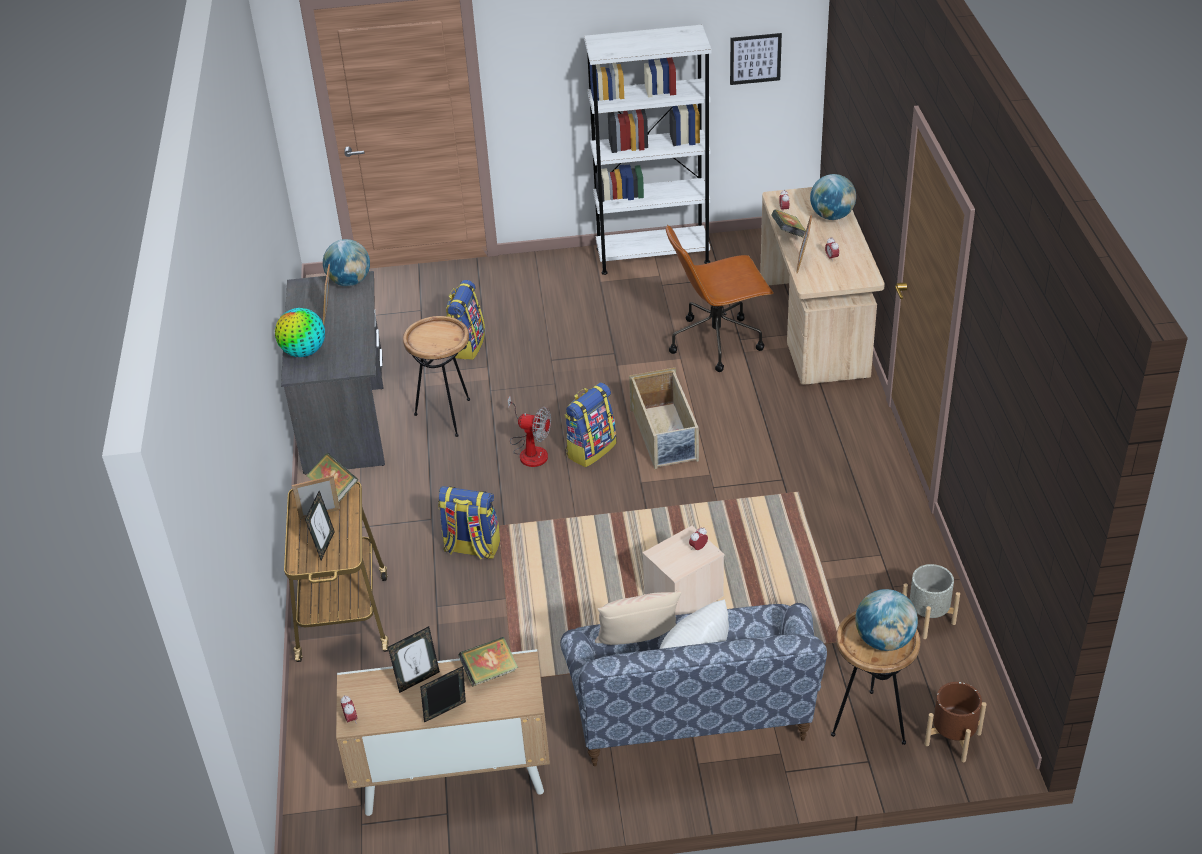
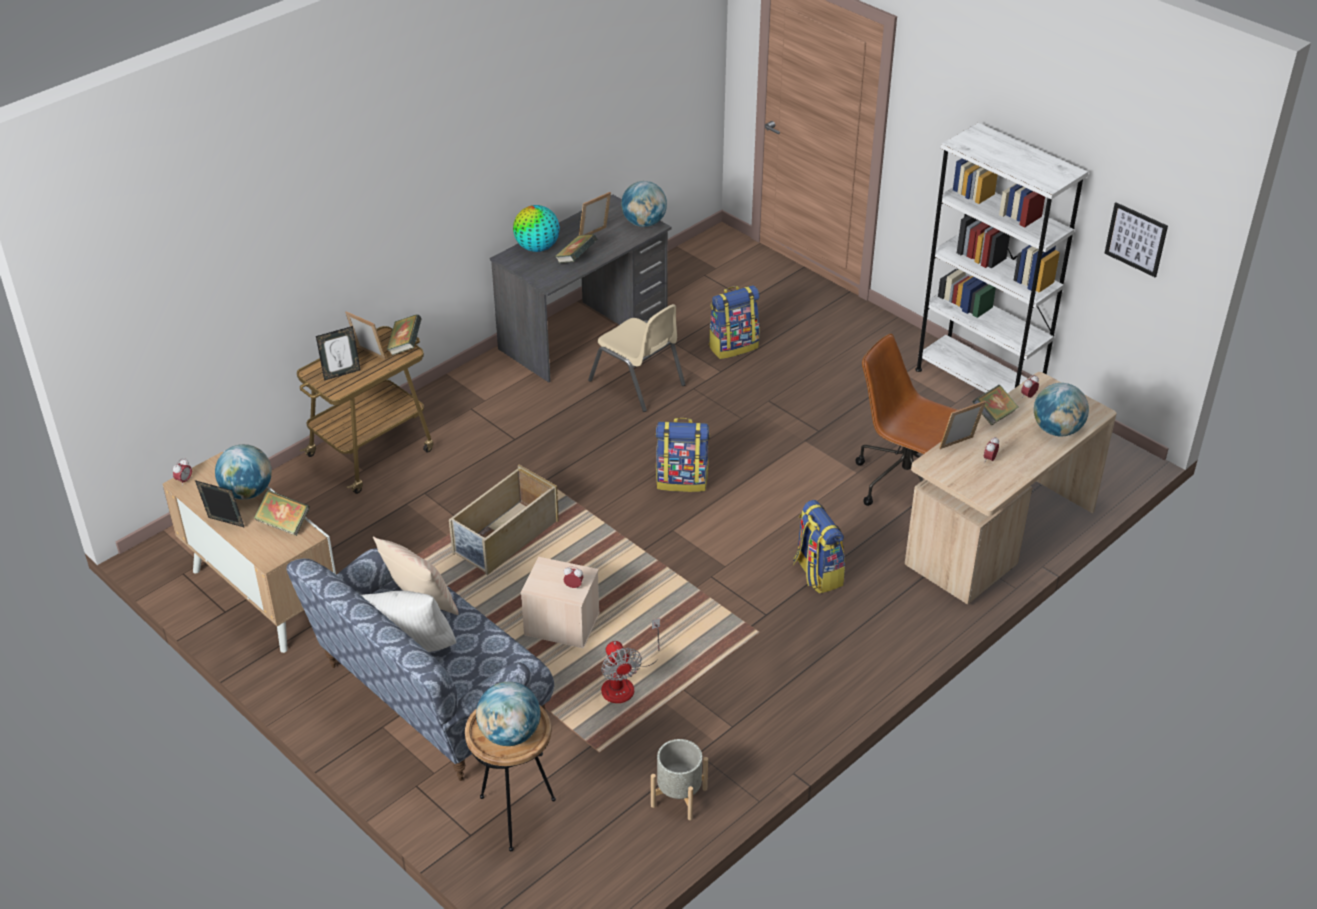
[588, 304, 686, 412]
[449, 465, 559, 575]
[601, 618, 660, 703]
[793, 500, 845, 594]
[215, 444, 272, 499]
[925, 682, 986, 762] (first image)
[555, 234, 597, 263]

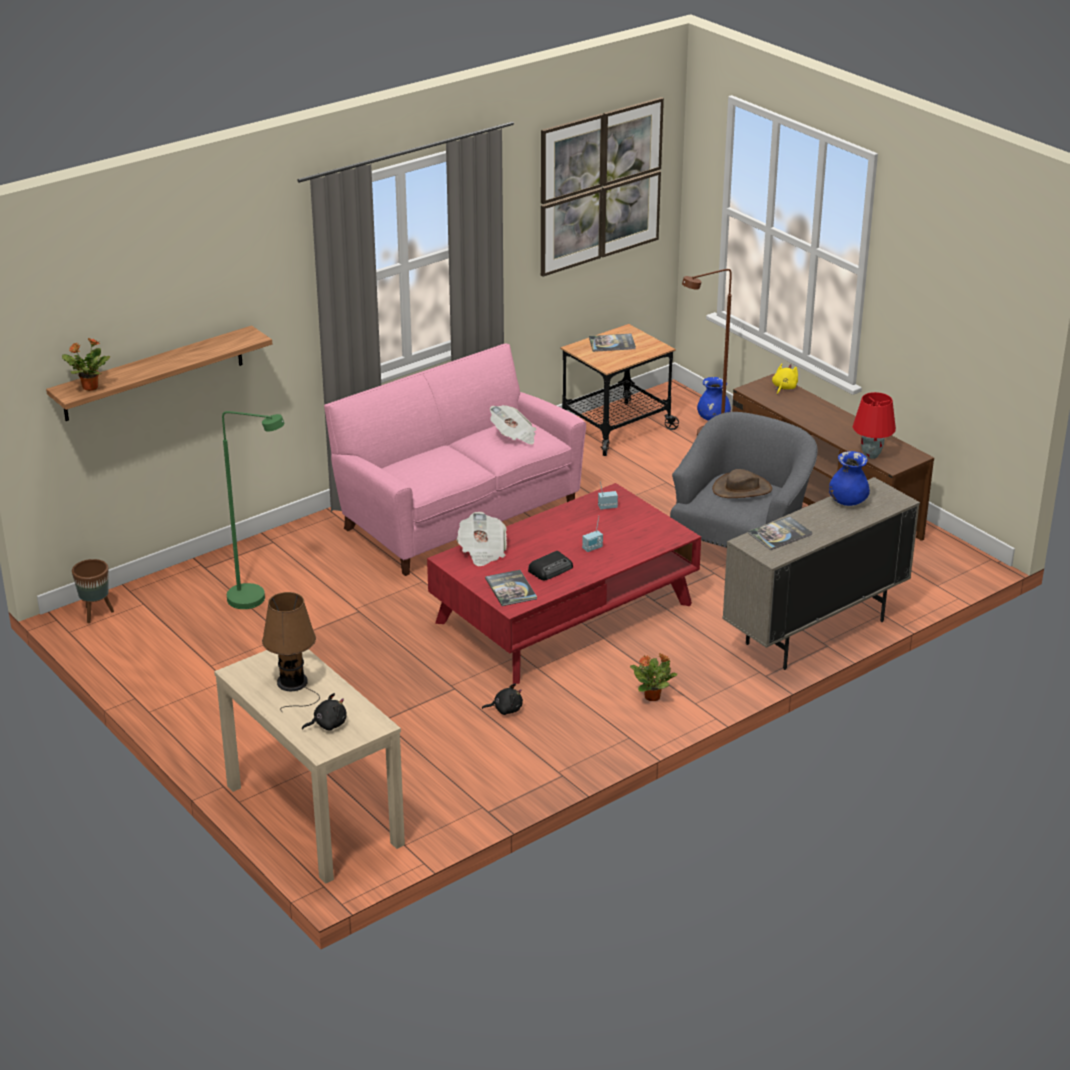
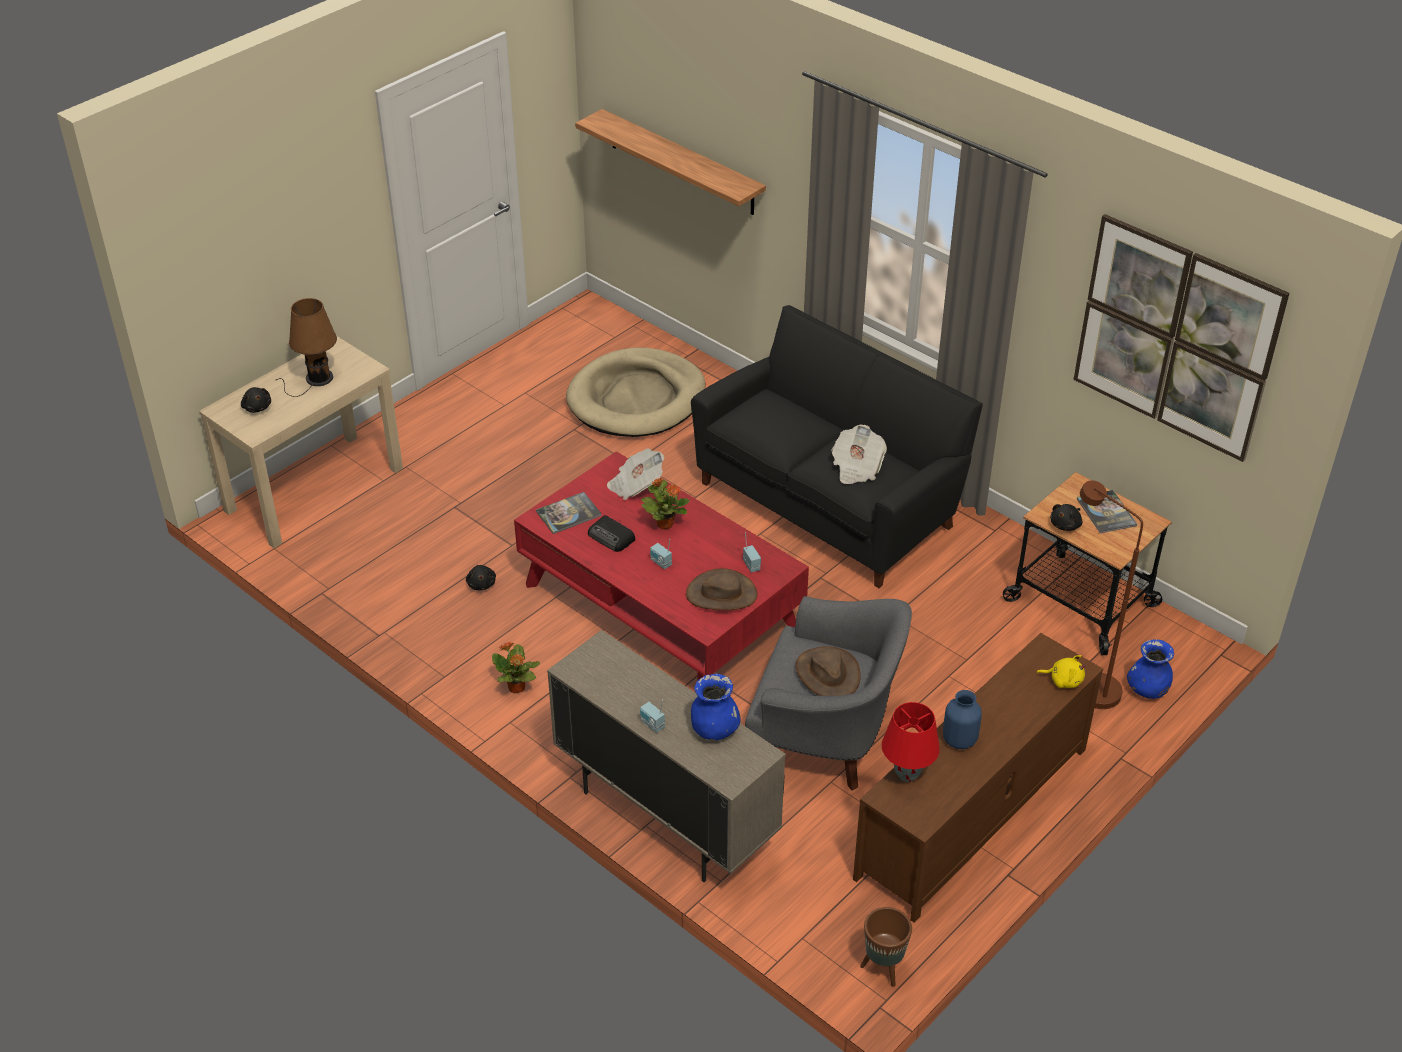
[641, 478, 689, 529]
[691, 305, 983, 588]
[566, 348, 705, 437]
[748, 516, 813, 550] (first image)
[860, 907, 912, 987]
[1050, 504, 1083, 531]
[686, 568, 758, 610]
[943, 690, 982, 749]
[640, 699, 665, 733]

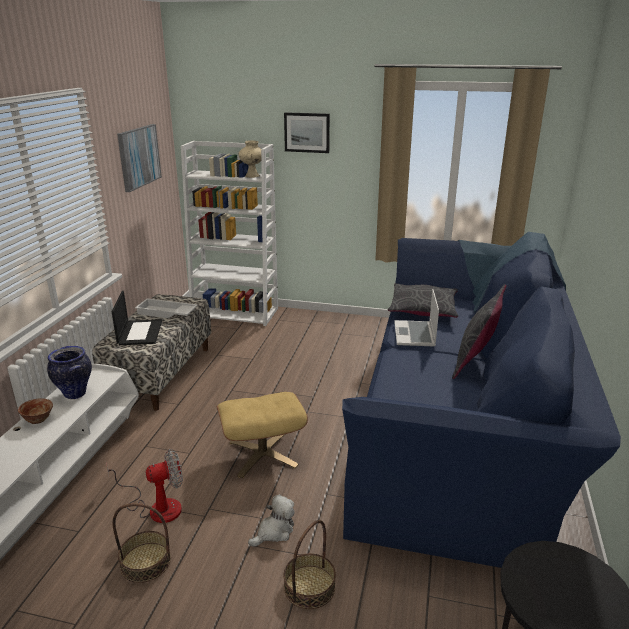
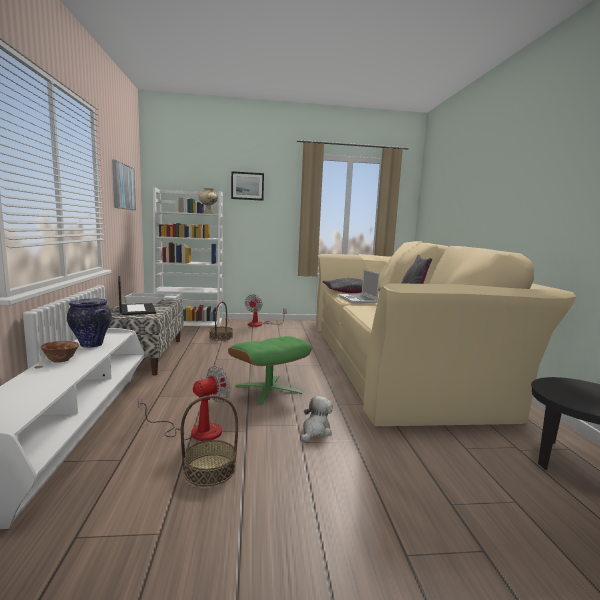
[316, 241, 576, 426]
[228, 336, 312, 404]
[209, 302, 233, 341]
[245, 294, 287, 327]

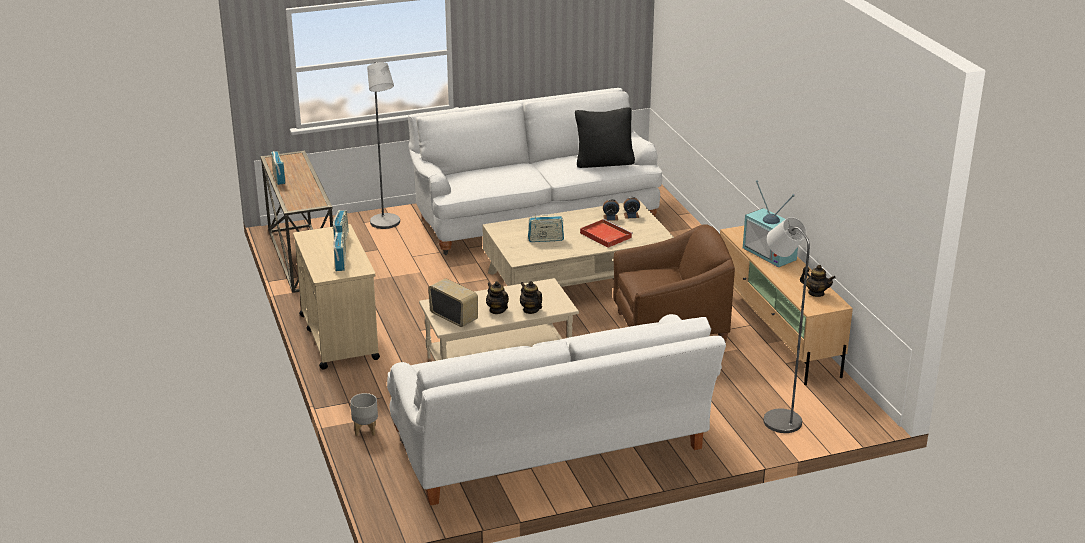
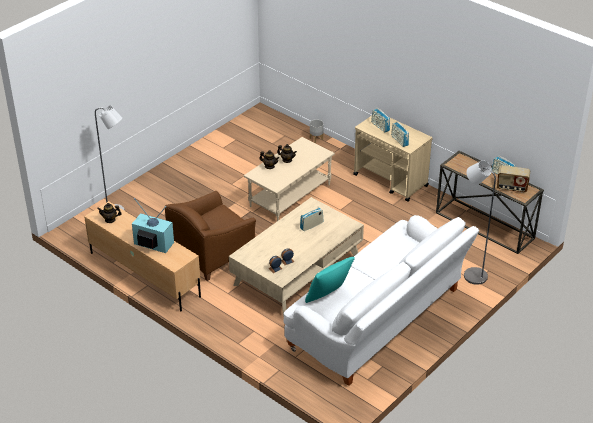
[305, 257, 355, 303]
[580, 219, 633, 248] (first image)
[497, 165, 530, 192]
[387, 314, 726, 506] (first image)

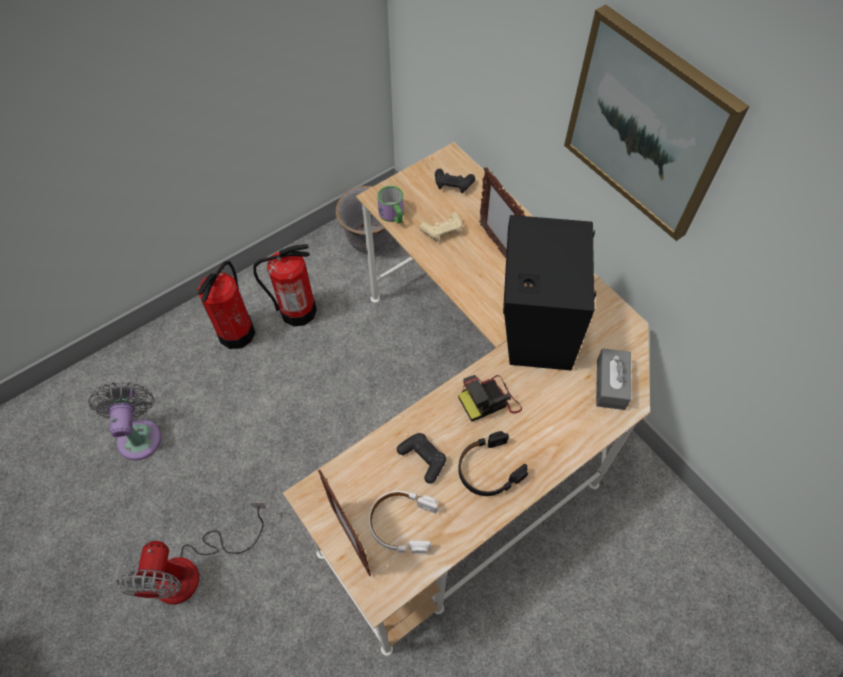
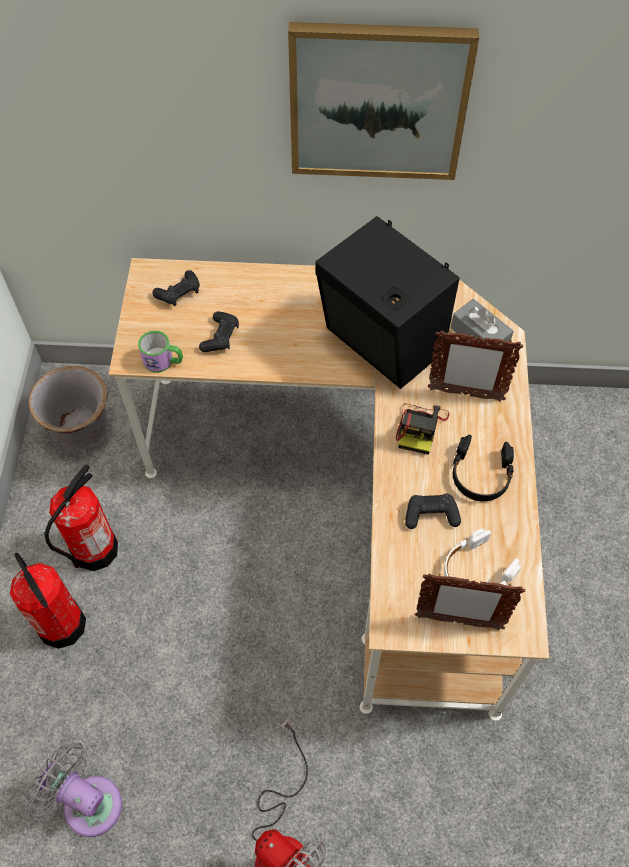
[428, 330, 523, 402]
[199, 311, 239, 352]

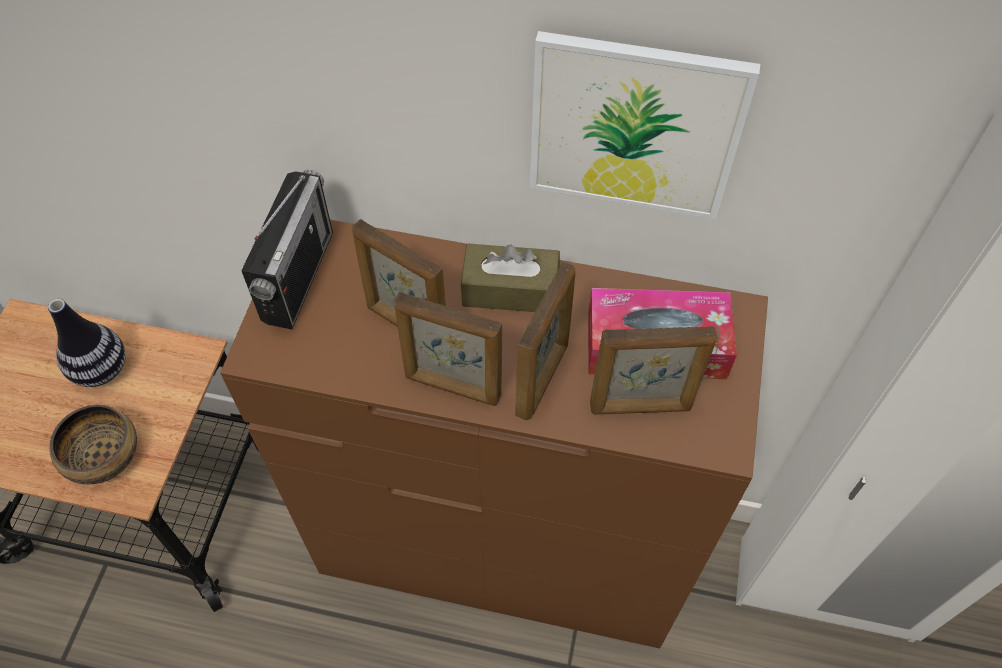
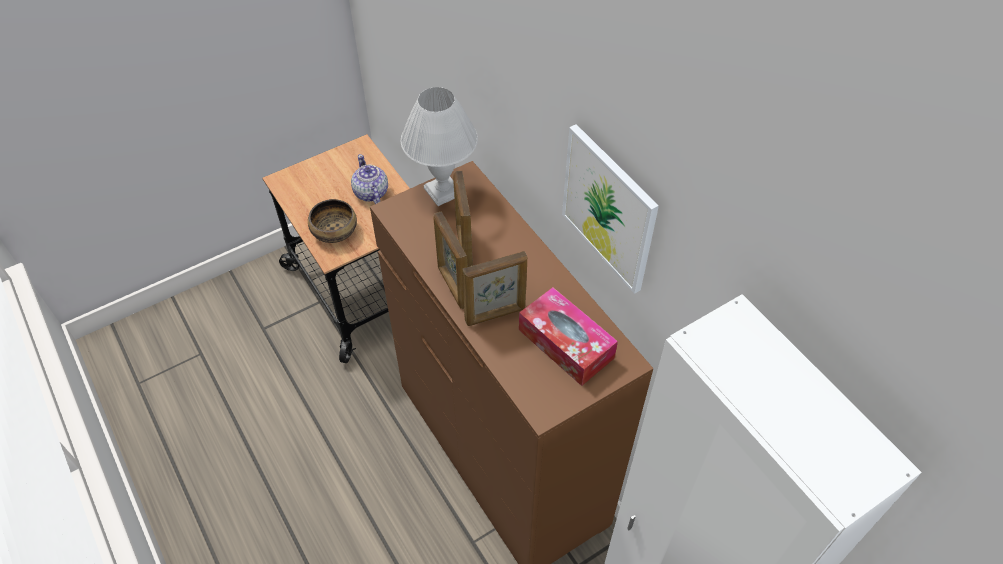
[401, 87, 478, 206]
[461, 244, 560, 312] (first image)
[351, 154, 388, 204]
[590, 326, 717, 414] (first image)

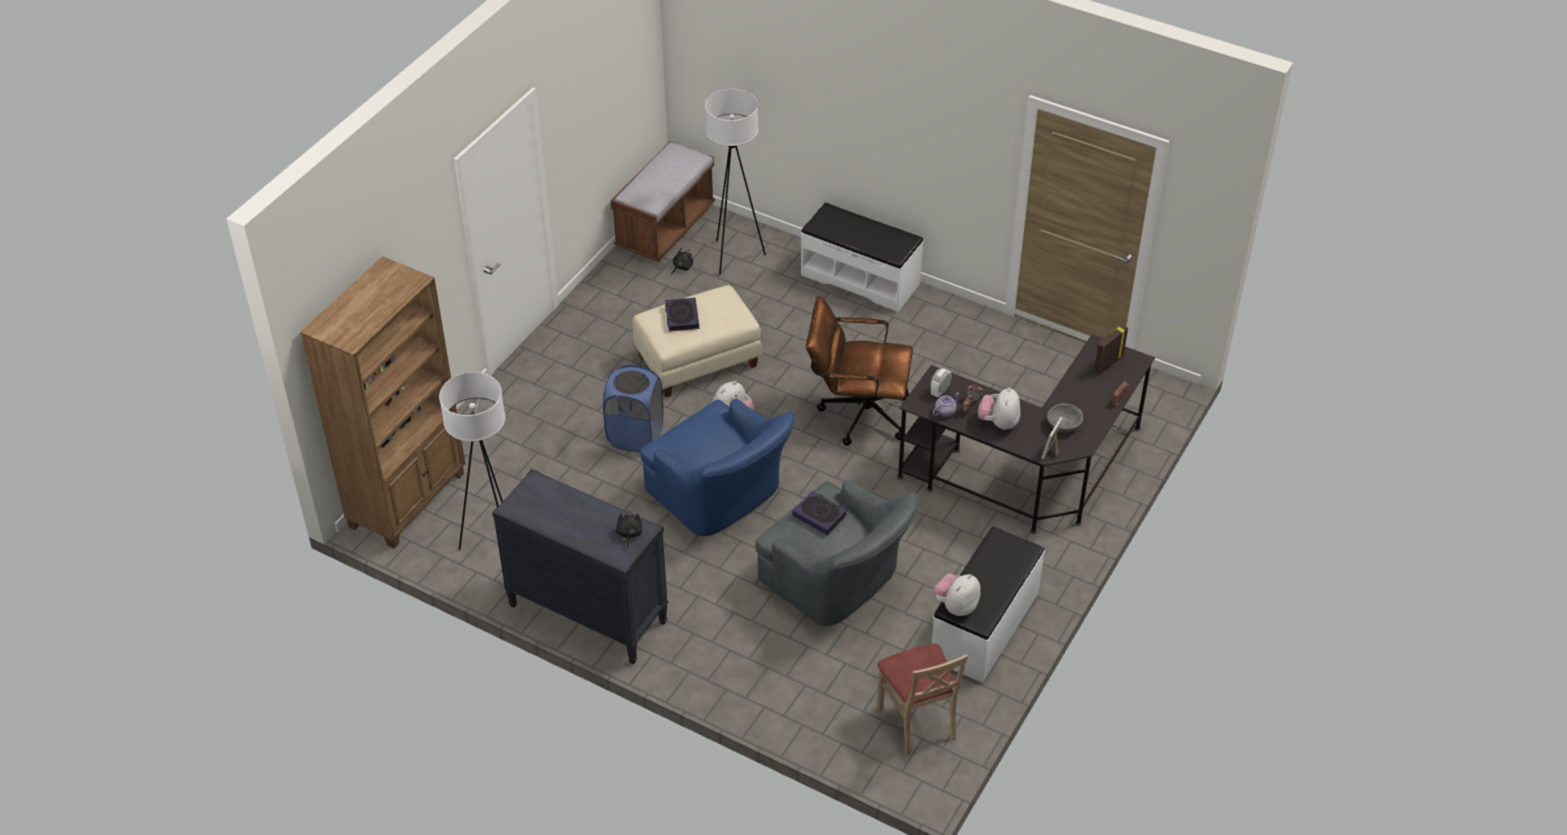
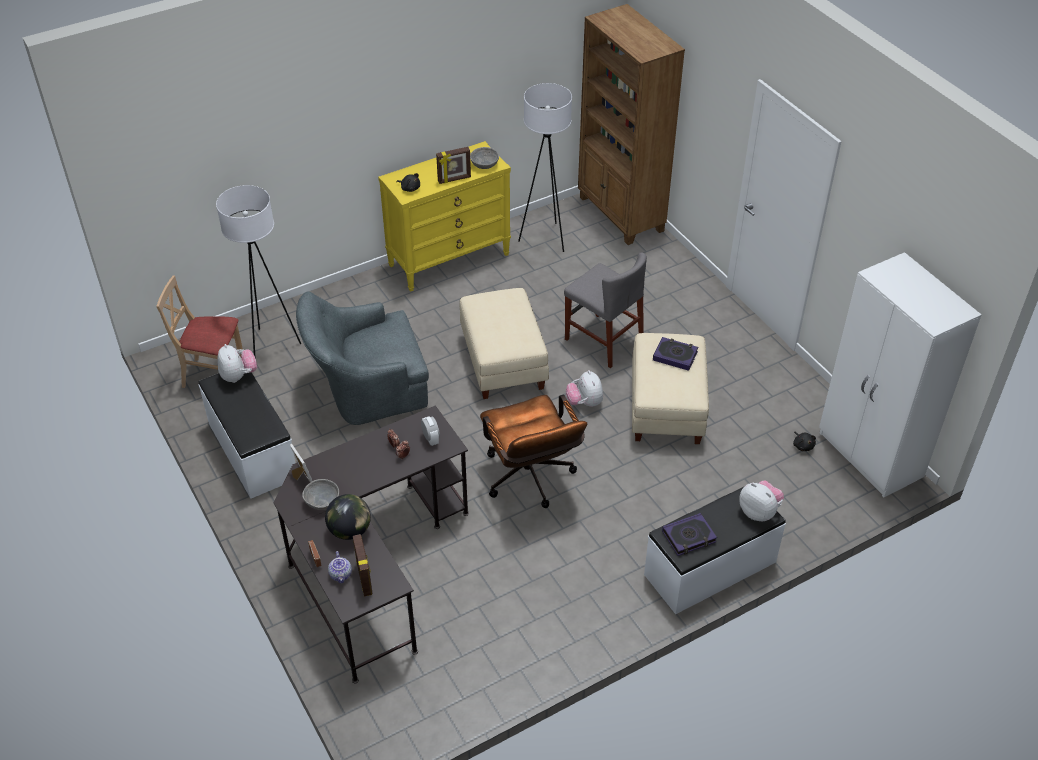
[216, 185, 301, 359]
[819, 252, 982, 497]
[480, 395, 587, 508]
[564, 253, 647, 368]
[739, 481, 784, 521]
[328, 551, 352, 583]
[459, 288, 549, 399]
[378, 141, 511, 292]
[662, 513, 717, 556]
[436, 147, 471, 184]
[470, 147, 499, 169]
[325, 494, 371, 540]

